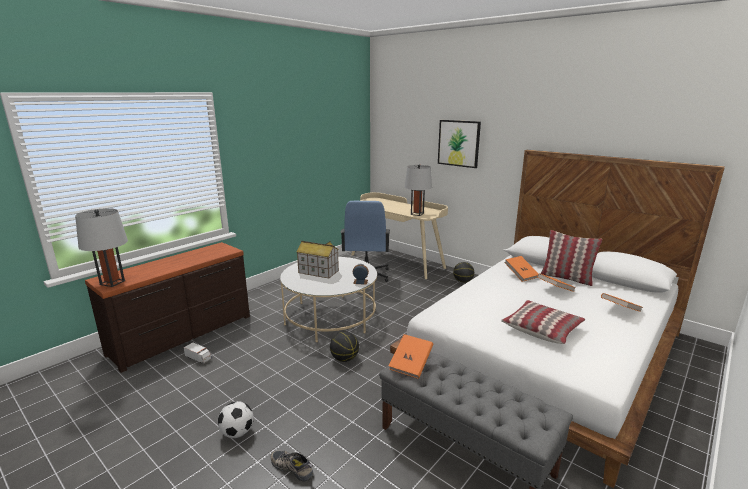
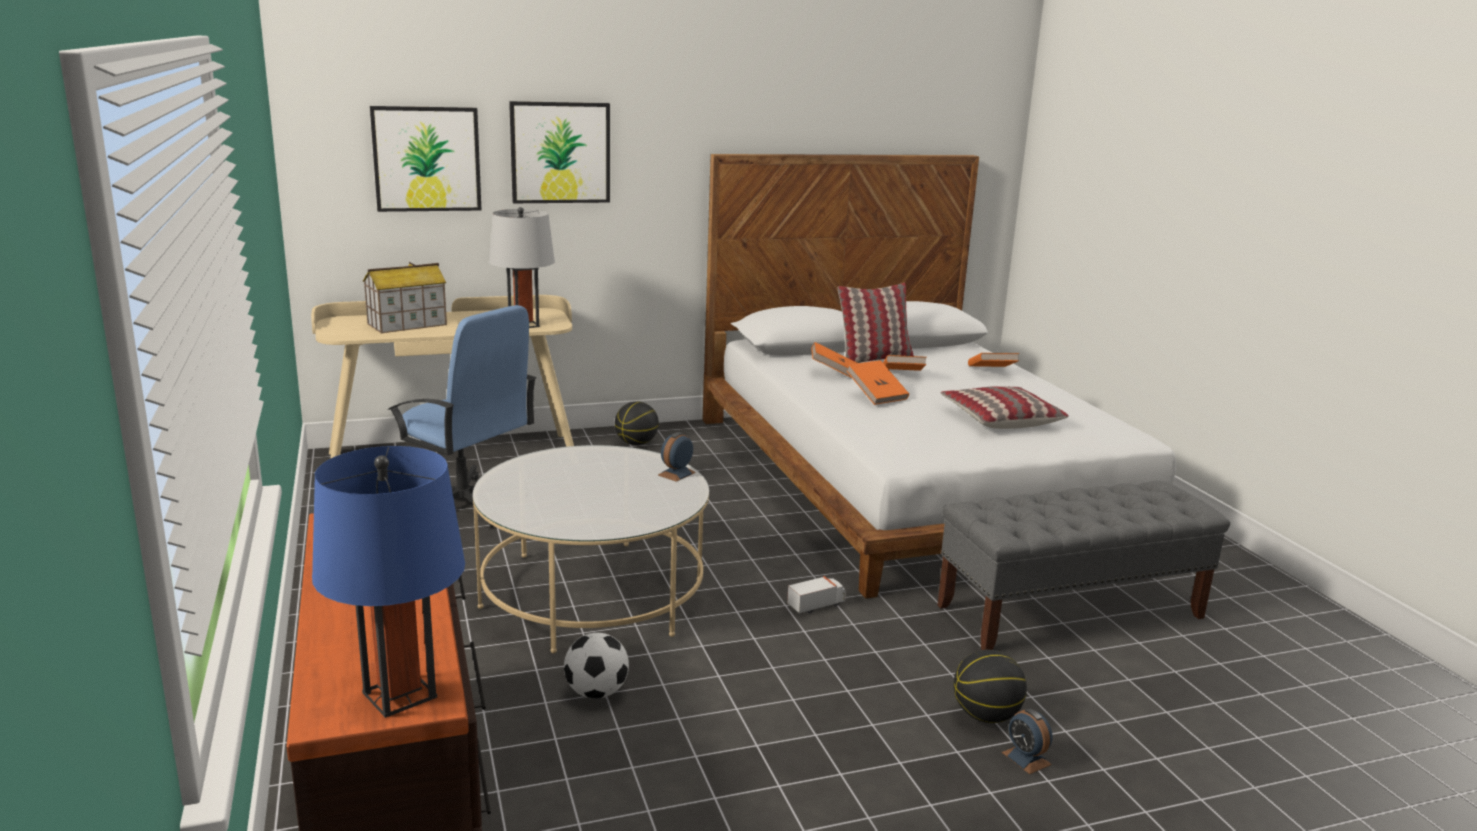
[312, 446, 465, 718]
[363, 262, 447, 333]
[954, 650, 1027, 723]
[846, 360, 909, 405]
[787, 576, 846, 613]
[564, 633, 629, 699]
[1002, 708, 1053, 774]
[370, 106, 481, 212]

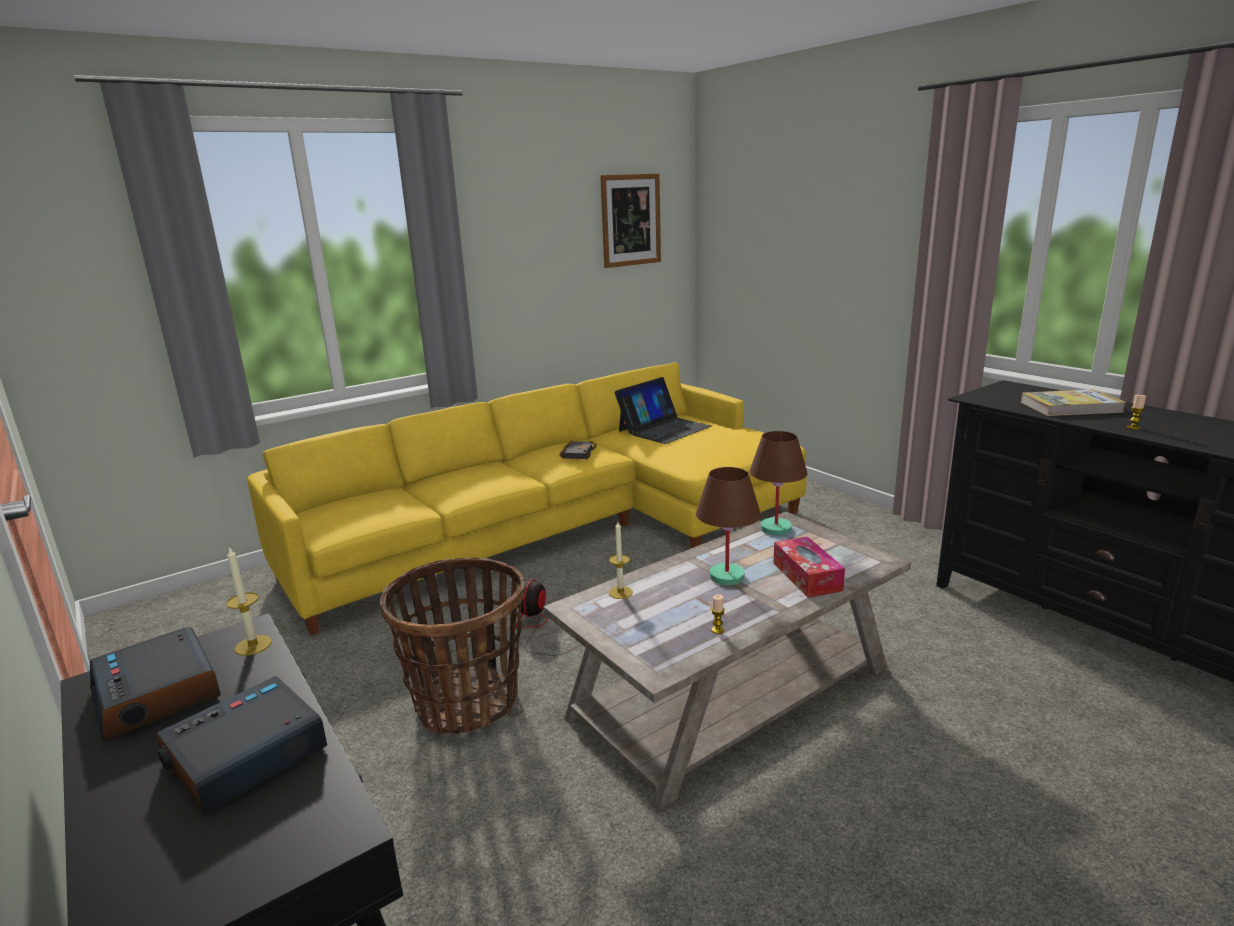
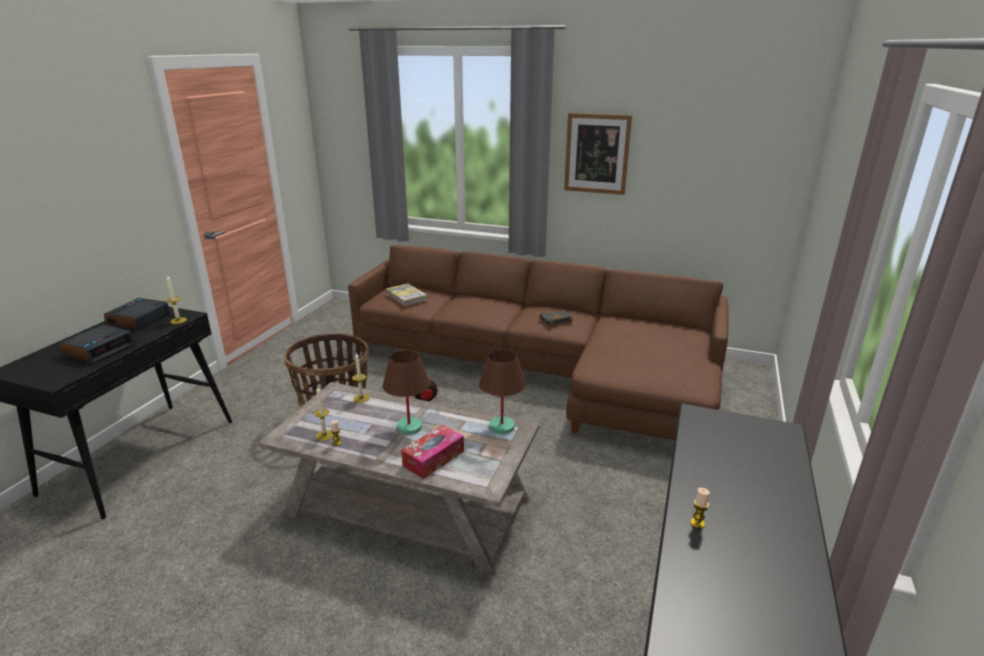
[564, 113, 632, 195]
[348, 245, 729, 440]
[614, 377, 712, 444] (first image)
[386, 283, 428, 306]
[59, 324, 136, 364]
[313, 387, 334, 441]

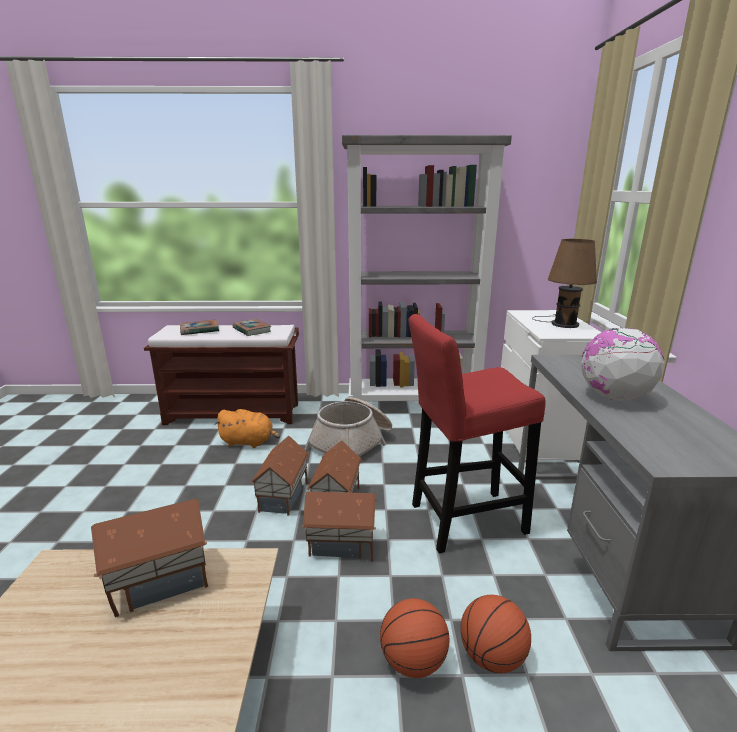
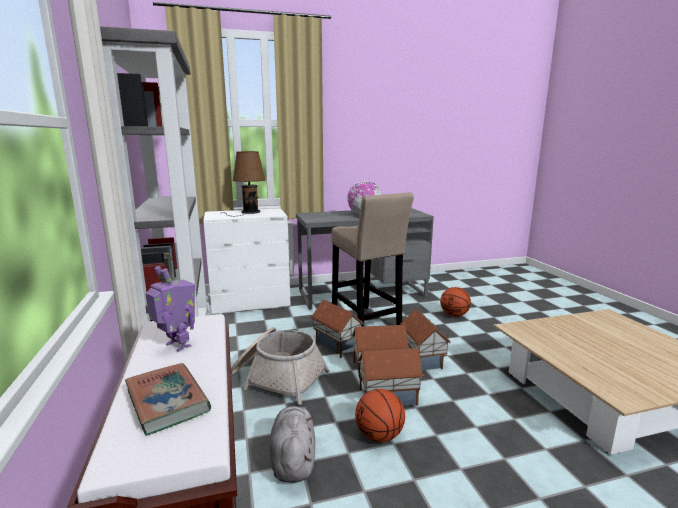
[332, 192, 414, 327]
[145, 266, 195, 352]
[270, 406, 315, 483]
[311, 300, 364, 358]
[355, 389, 405, 442]

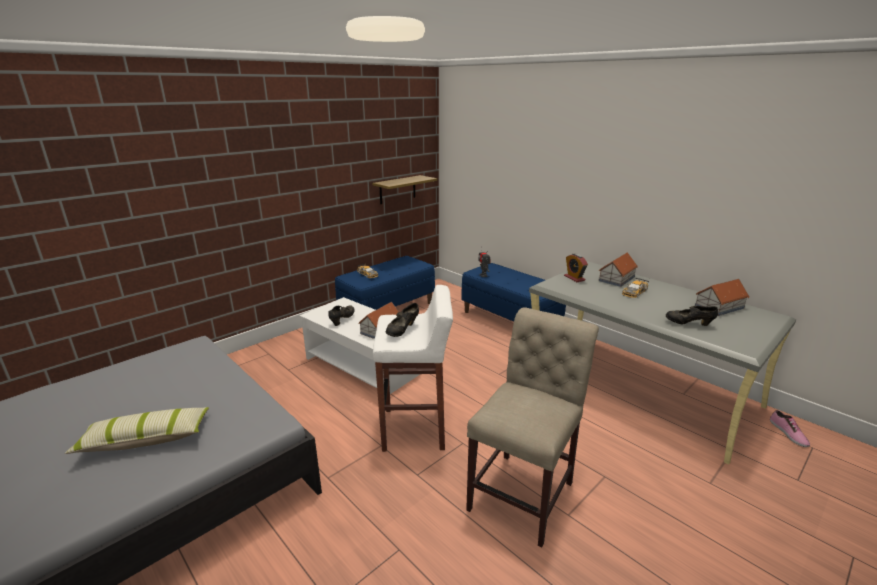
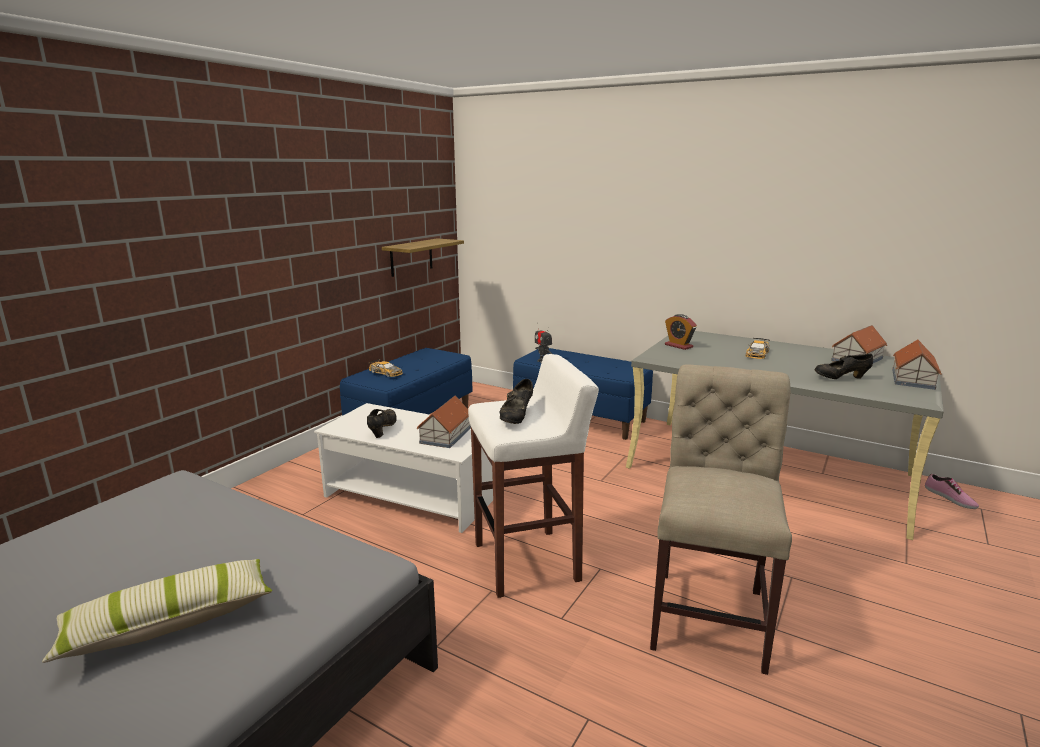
[892, 340, 942, 390]

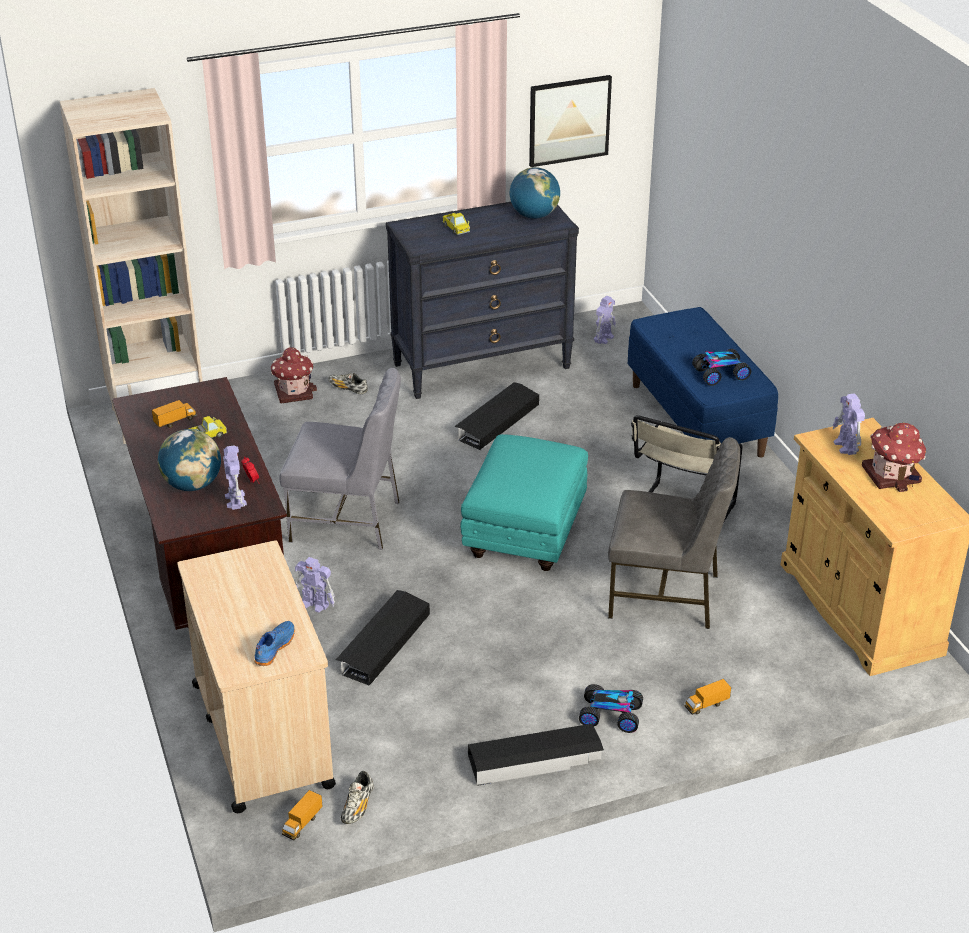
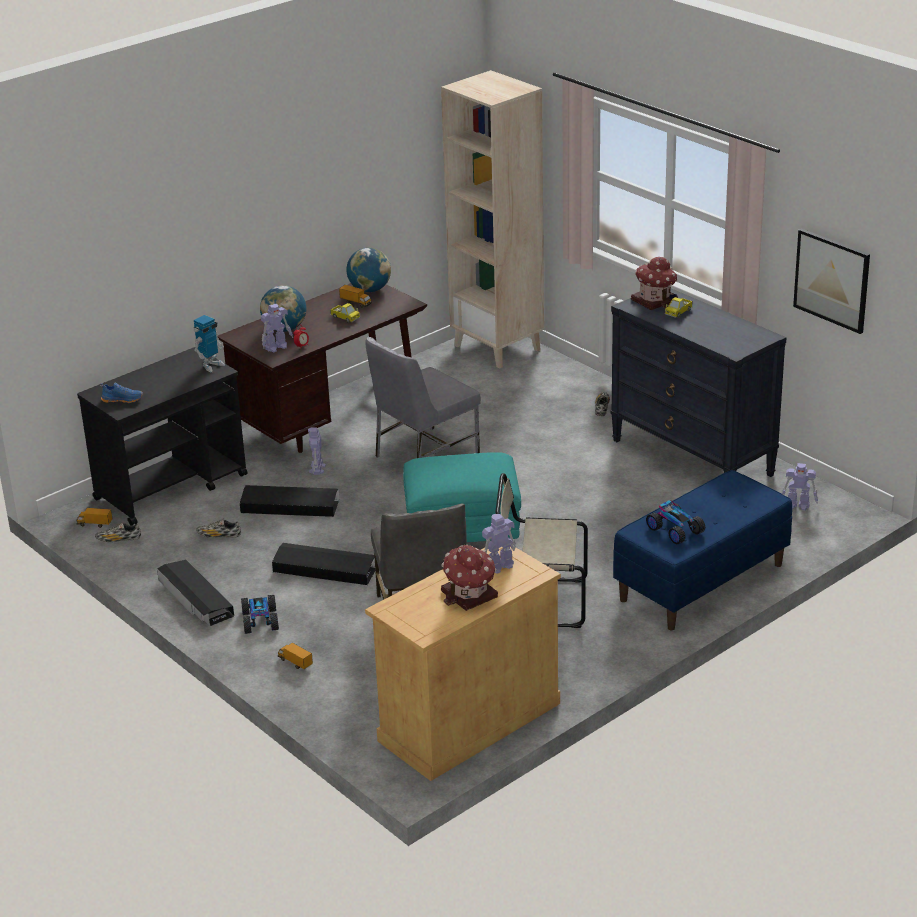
[346, 248, 391, 292]
[631, 257, 678, 310]
[365, 337, 481, 458]
[272, 543, 375, 585]
[77, 347, 247, 525]
[194, 315, 225, 372]
[196, 519, 241, 538]

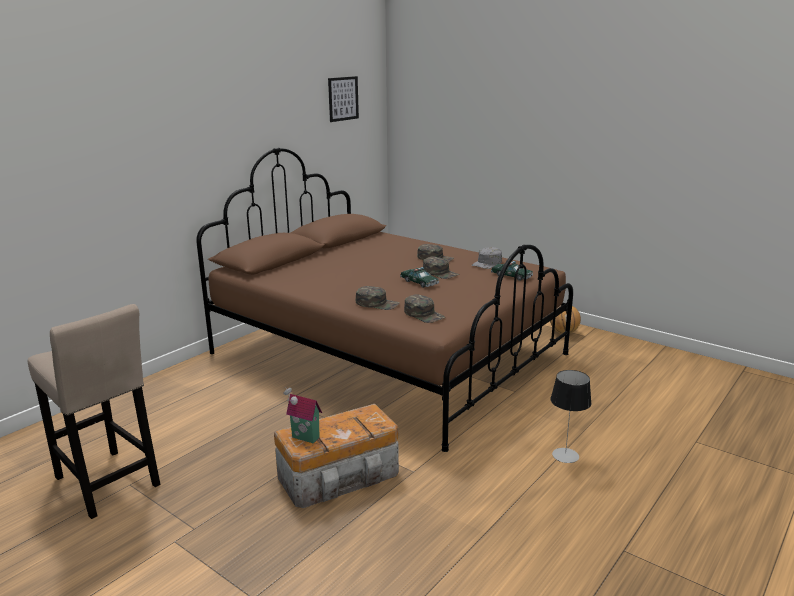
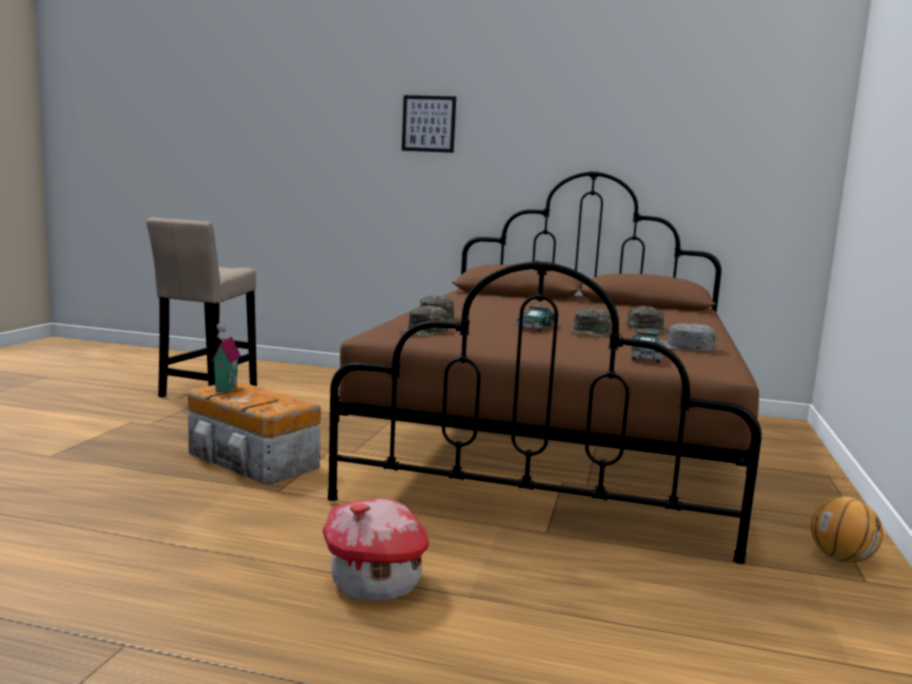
[402, 95, 456, 153]
[322, 498, 429, 601]

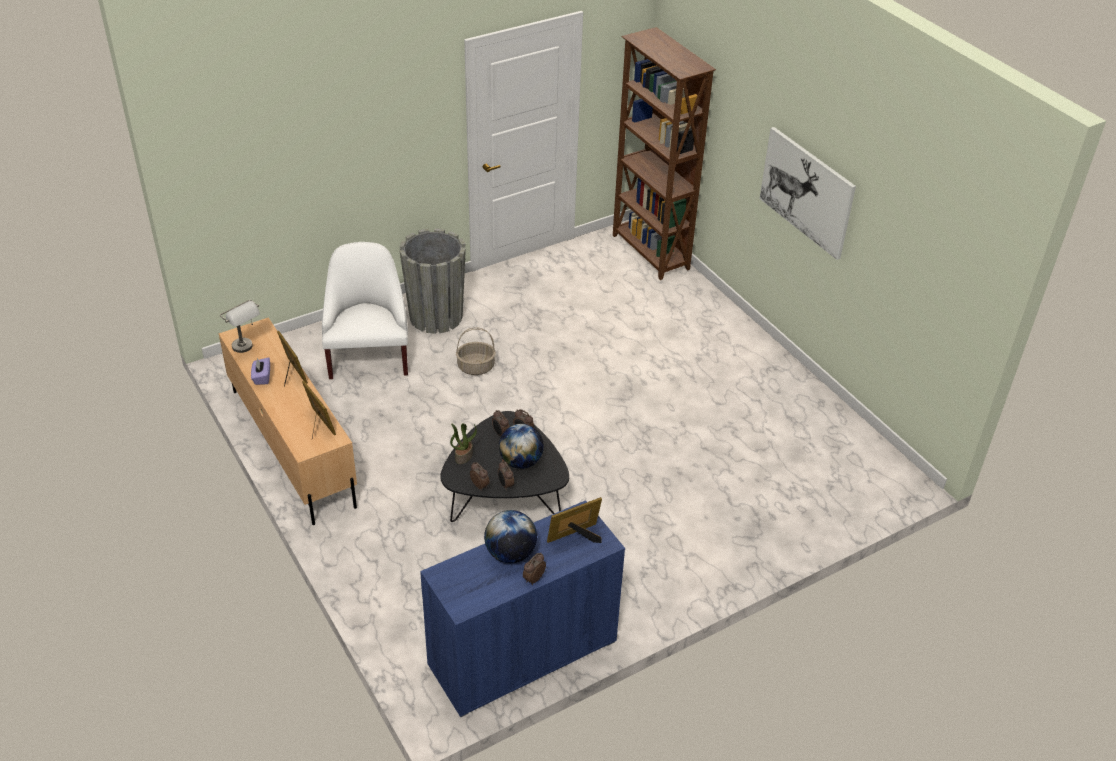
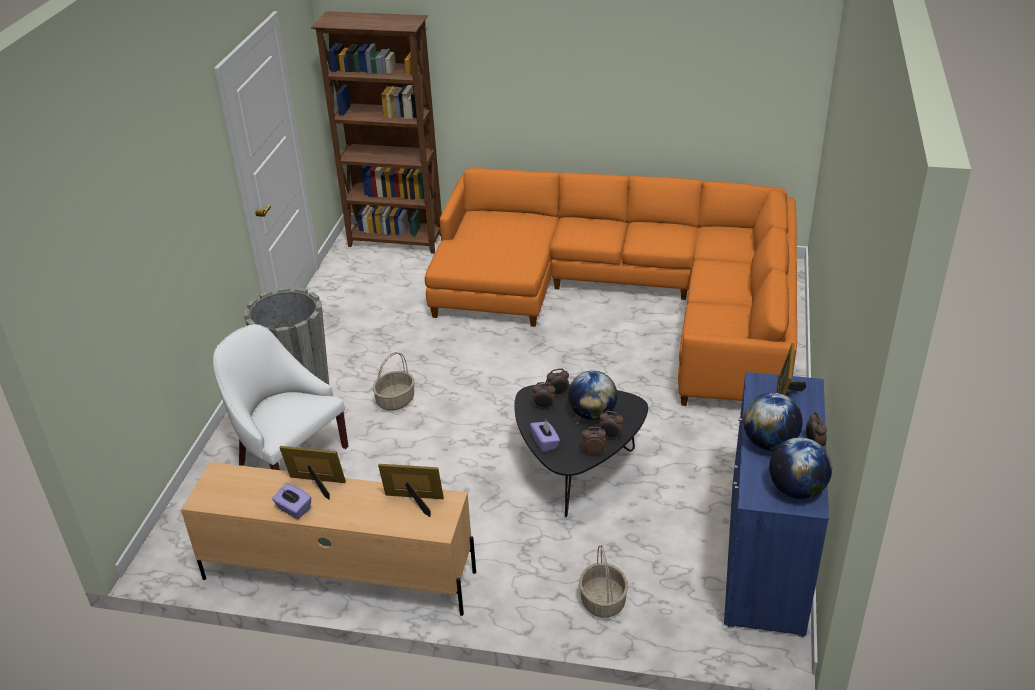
[760, 127, 856, 260] (first image)
[220, 300, 260, 353] (first image)
[530, 420, 560, 452]
[425, 168, 797, 406]
[769, 437, 832, 499]
[579, 545, 628, 618]

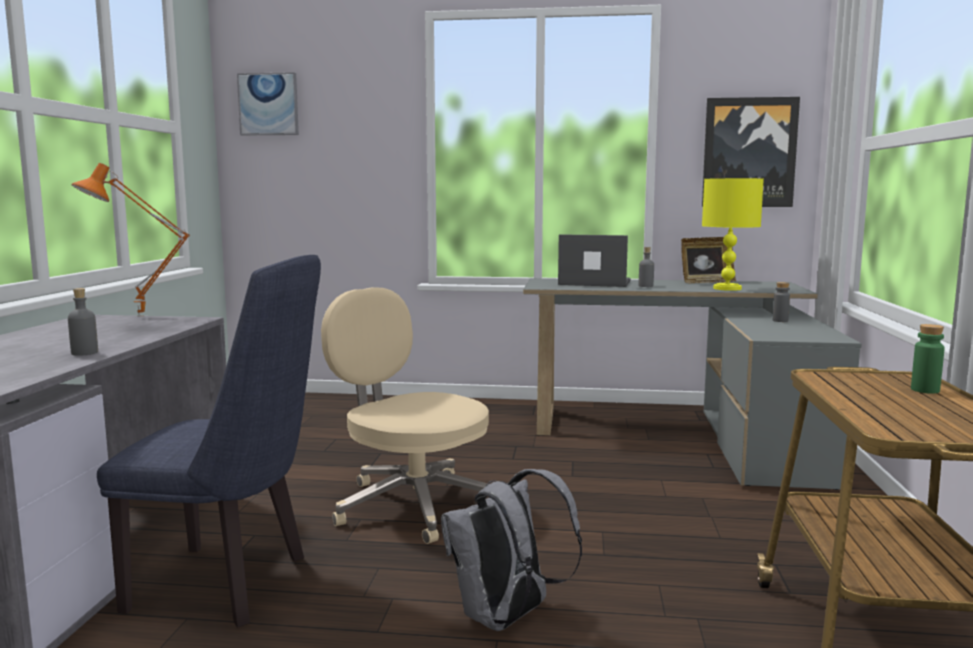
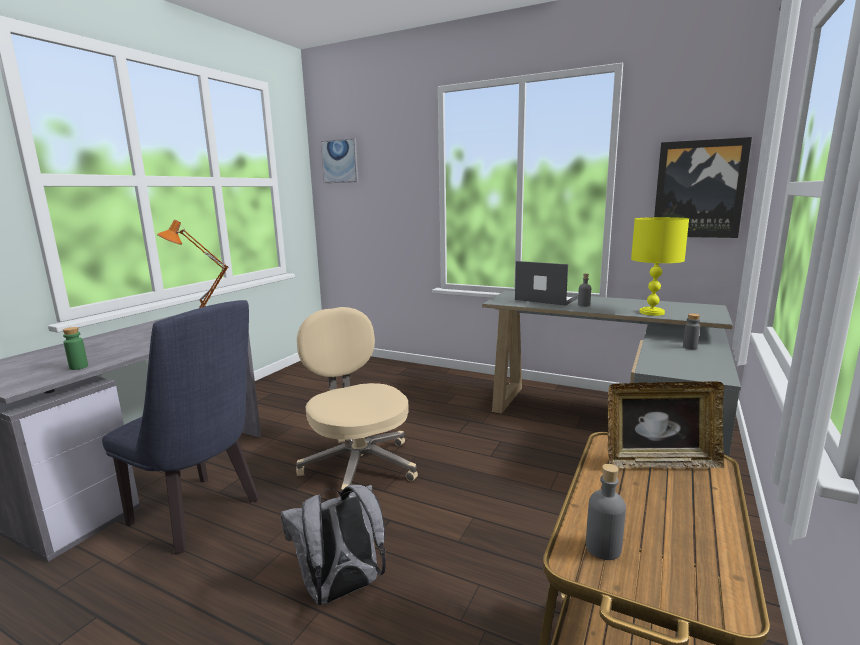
[607, 381, 724, 469]
[586, 464, 626, 560]
[63, 327, 88, 370]

